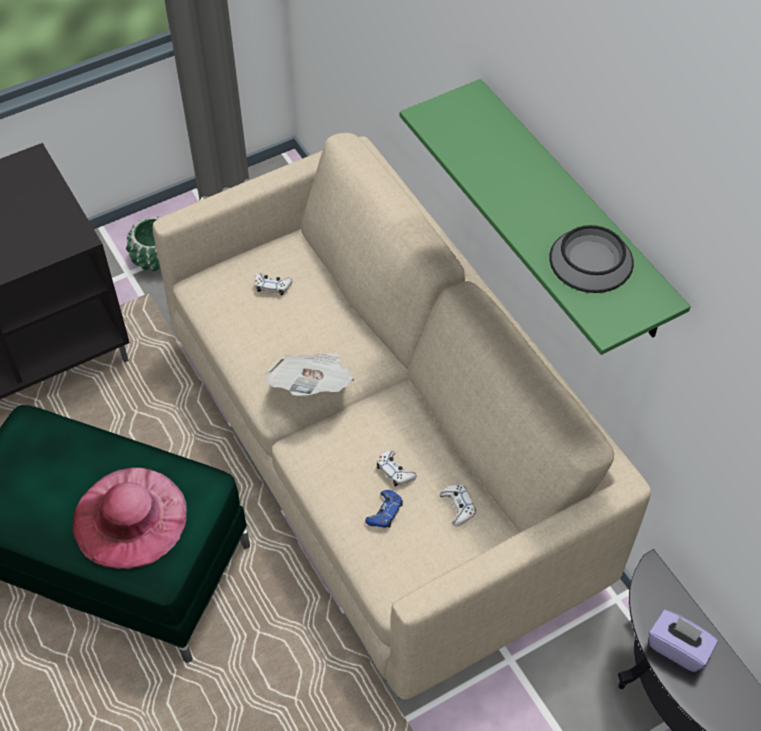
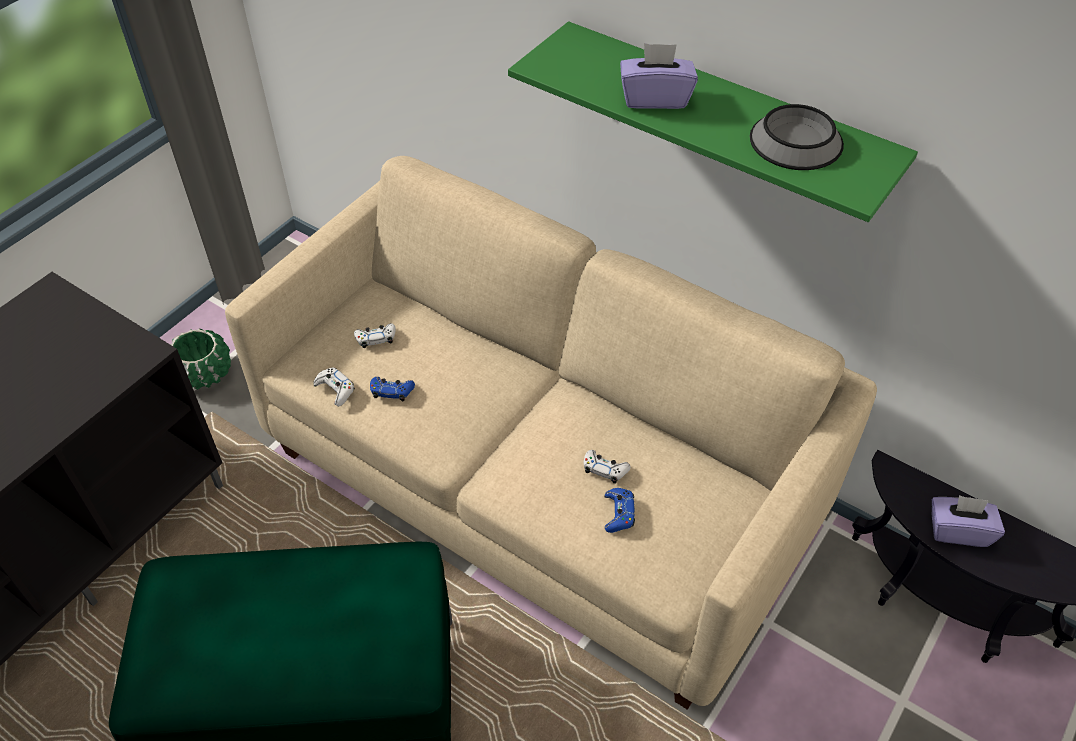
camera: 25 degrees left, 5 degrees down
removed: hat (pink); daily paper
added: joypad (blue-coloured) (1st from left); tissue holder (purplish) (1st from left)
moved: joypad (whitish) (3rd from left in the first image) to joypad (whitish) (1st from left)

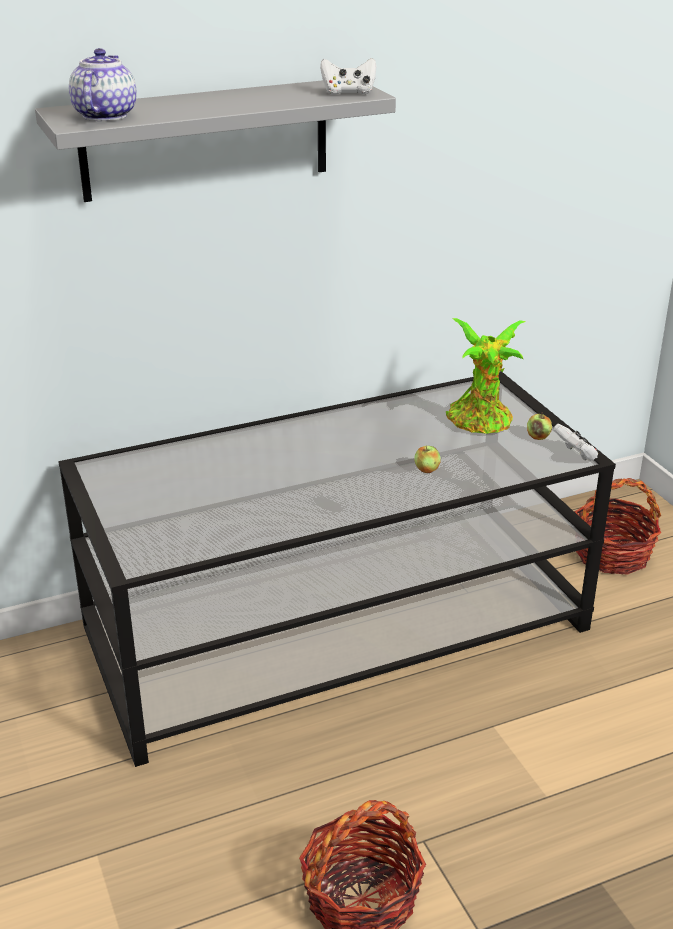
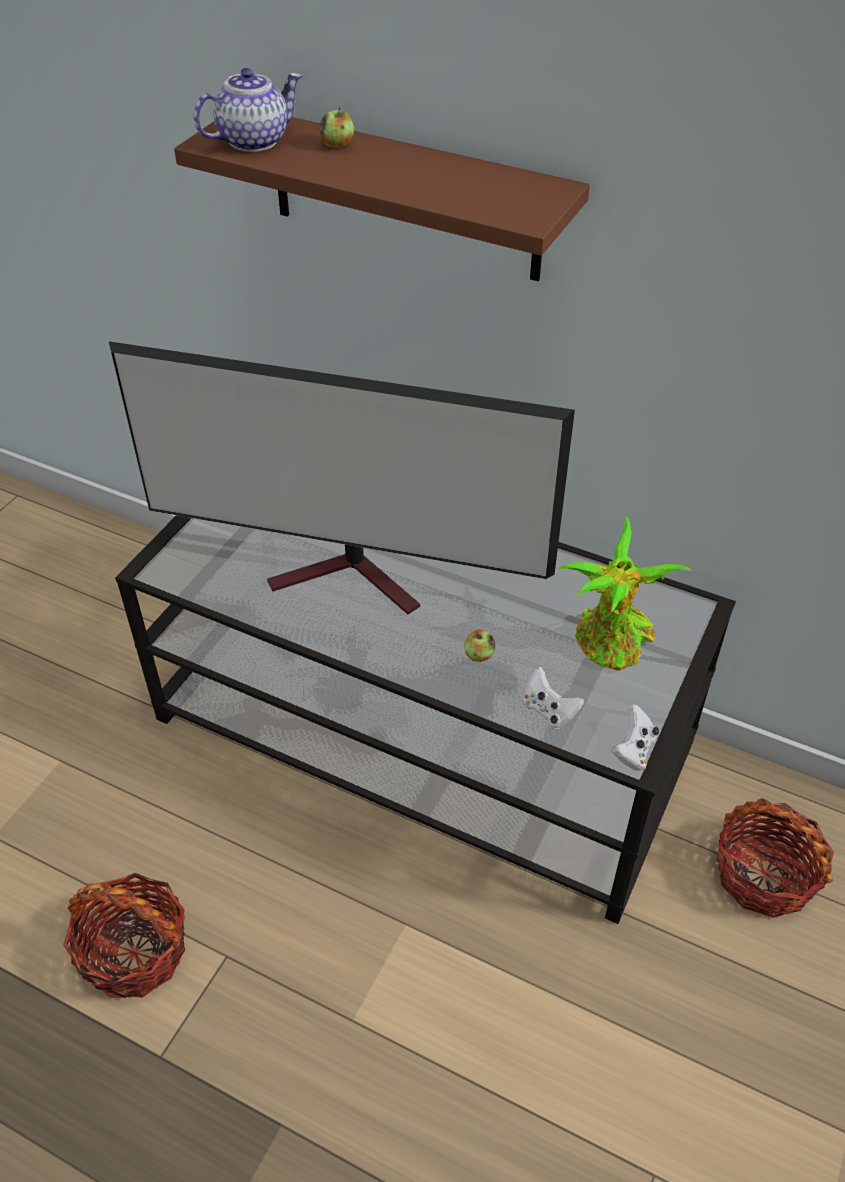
camera: 50 degrees right, 15 degrees up
added: television
moved: joypad (whitish) (1st from left); apple (2nd from left in the first image) to apple (1st from left)
recoloured: wall shelf (grey) to wall shelf (brownish)

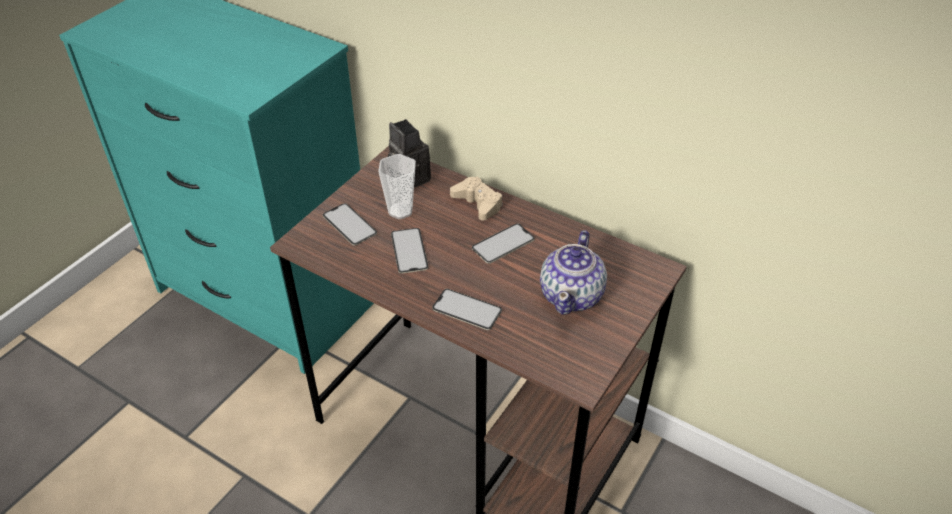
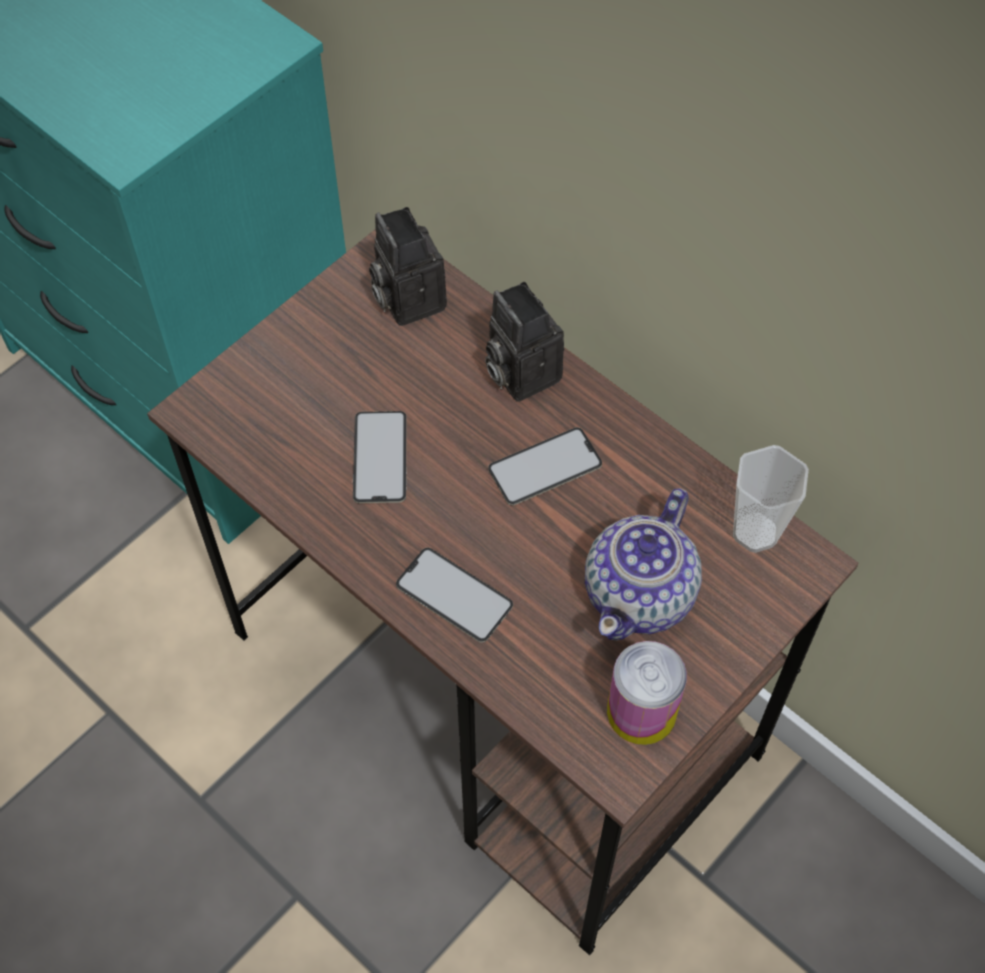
camera: 10 degrees right, 15 degrees up
removed: handset (1st from left)
added: can
moved: small cup
replaced: joypad (beige-coloured) to photo camera (2nd from left)

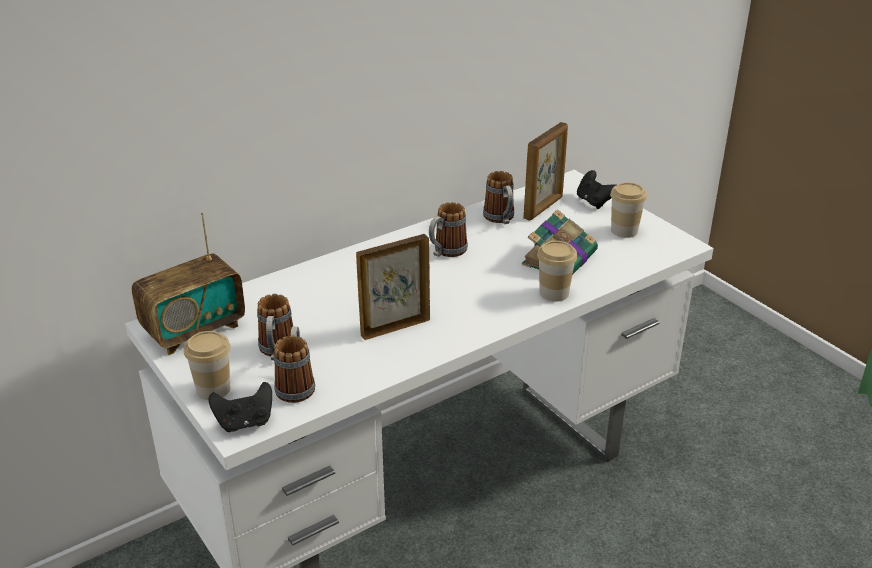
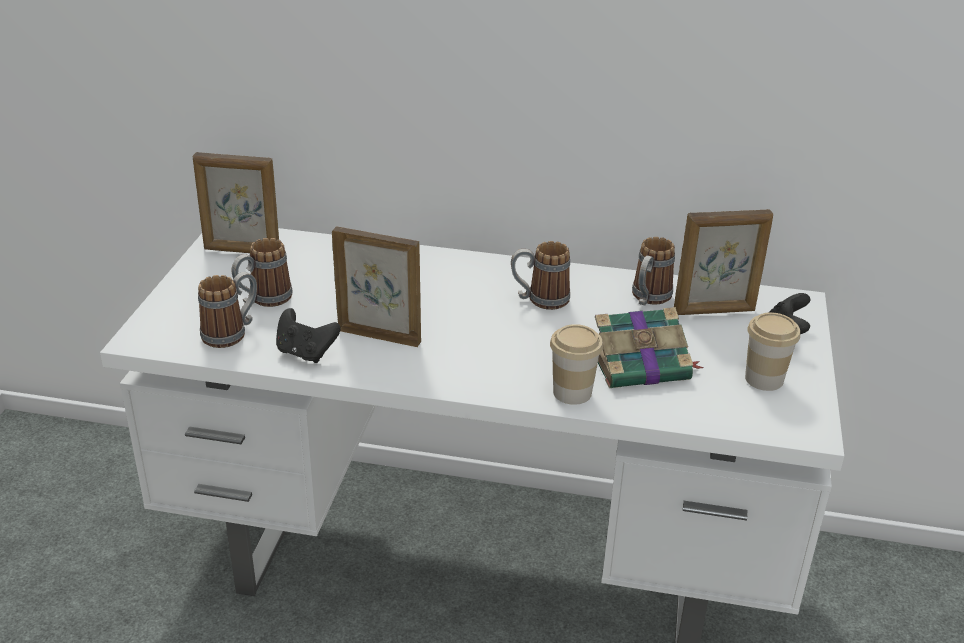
camera: 45 degrees right, 0 degrees up
removed: small cup (1st from left)
moved: joypad (black) (1st from left)
replaced: radio receiver to standing frame (1st from left)

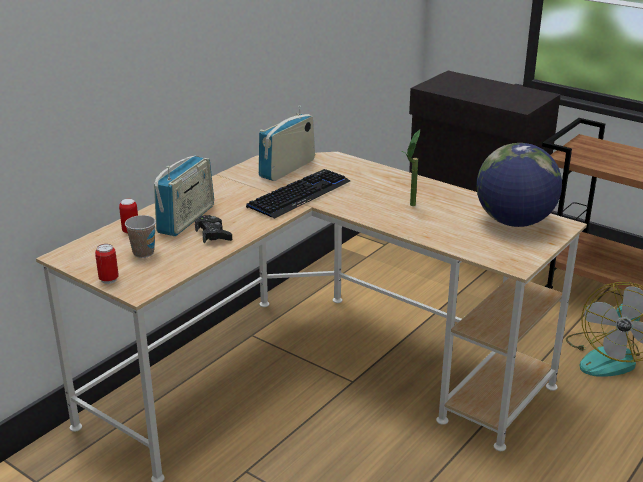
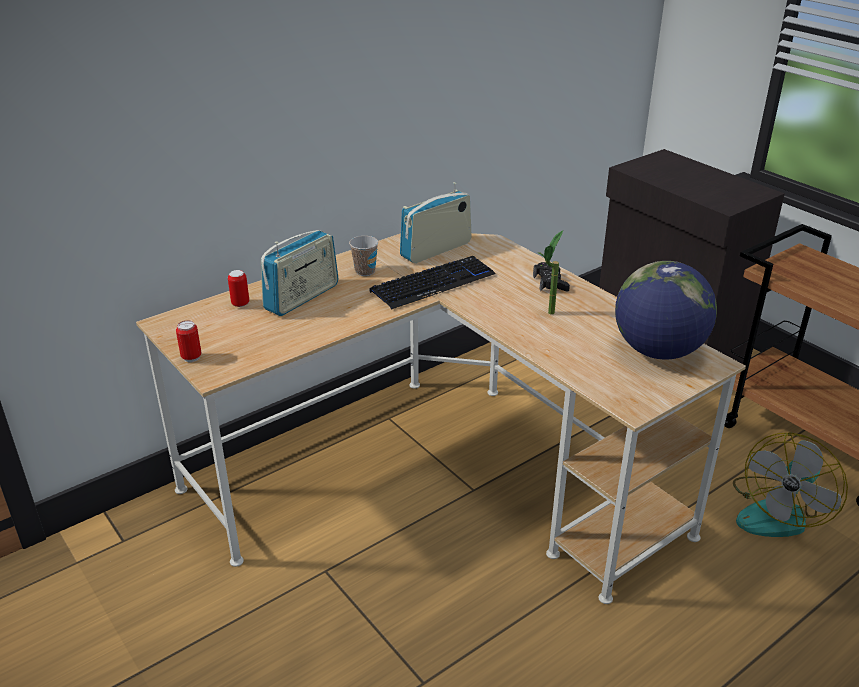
camera: 15 degrees right, 5 degrees up
moved: small cup; joypad (black)

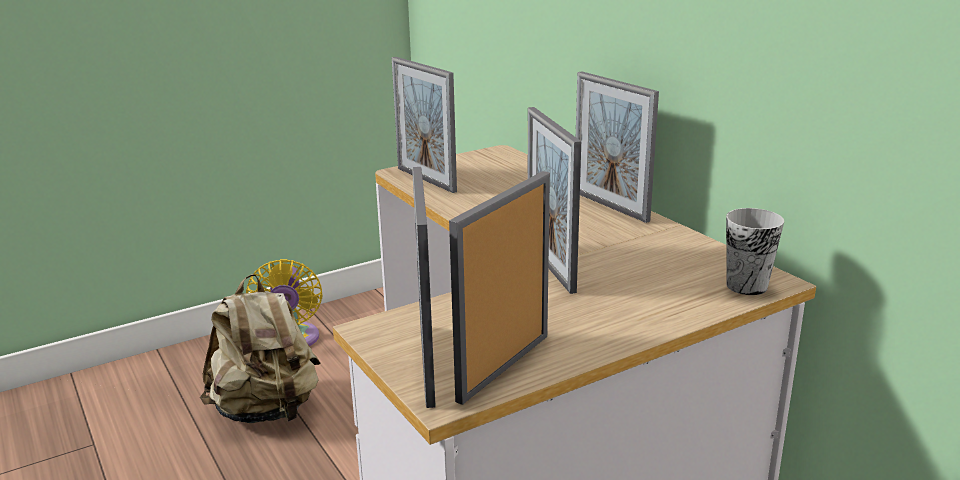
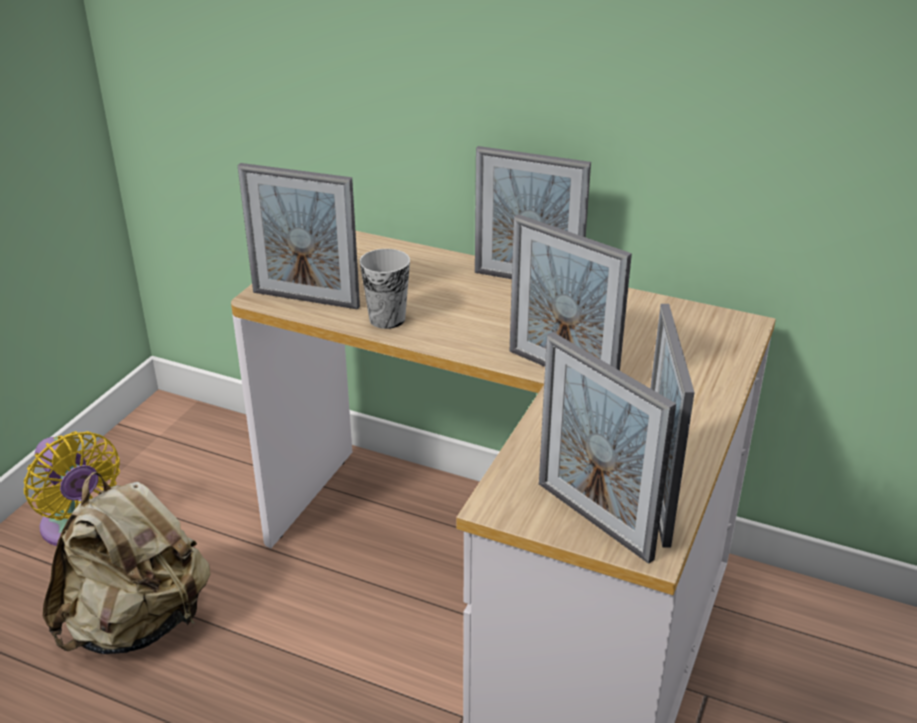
camera: 35 degrees left, 10 degrees up
moved: small cup

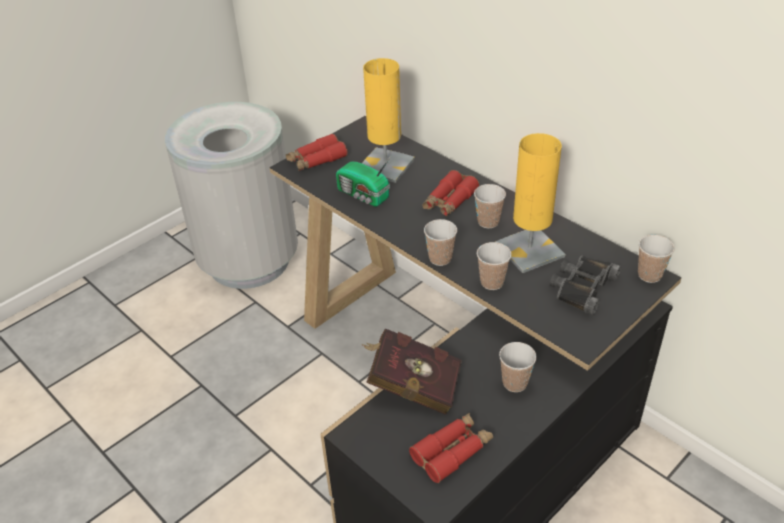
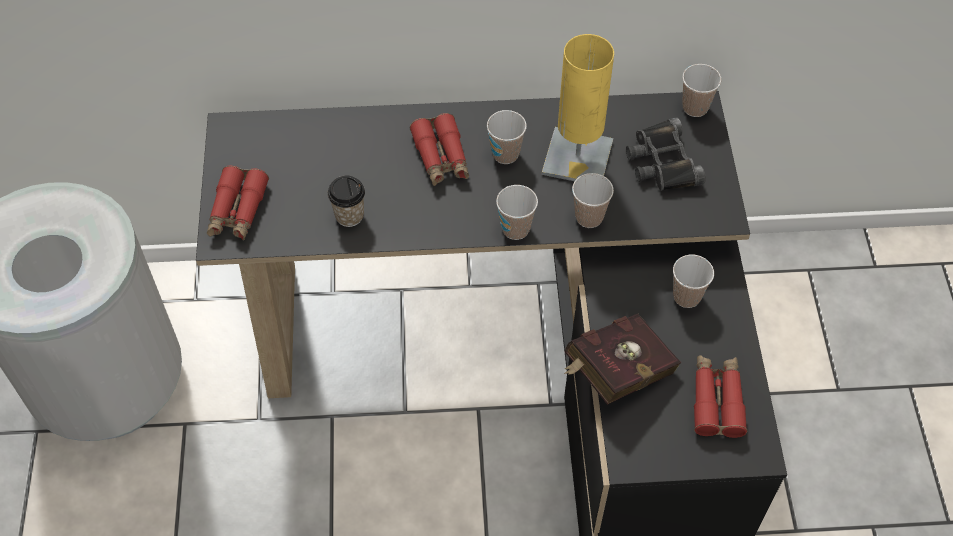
camera: 50 degrees left, 15 degrees up
removed: lamp for a table (yellow-coloured) (1st from left)
replaced: radio receiver to small cup (1st from left)

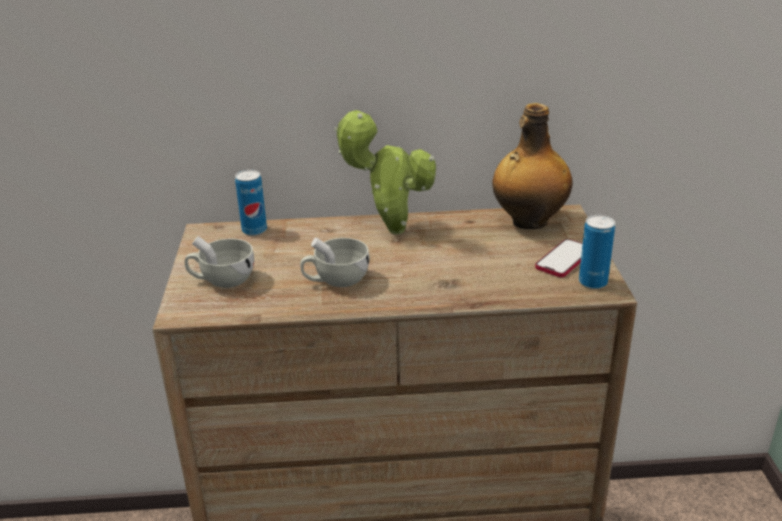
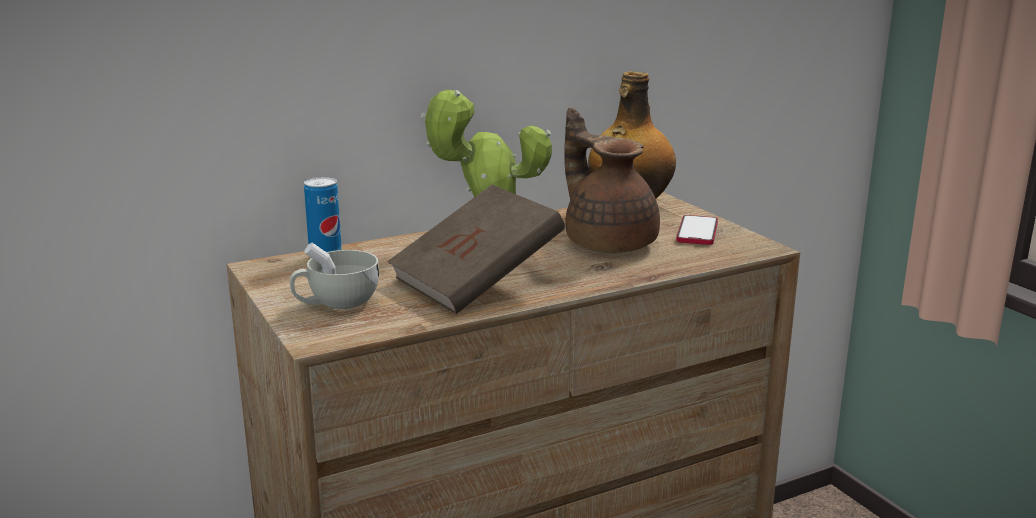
camera: 25 degrees left, 10 degrees down
removed: can (2nd from left)
added: pot for tea (brownish)
replaced: small cup (whitish) (2nd from left) to volume (brownish)

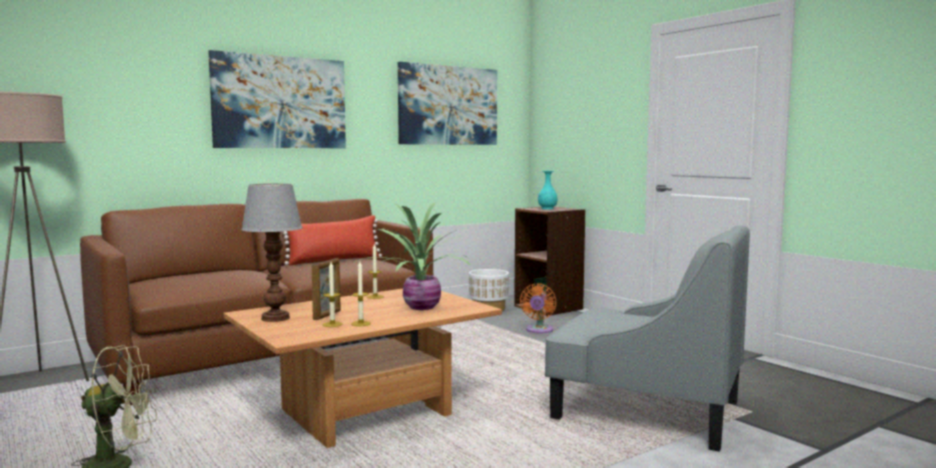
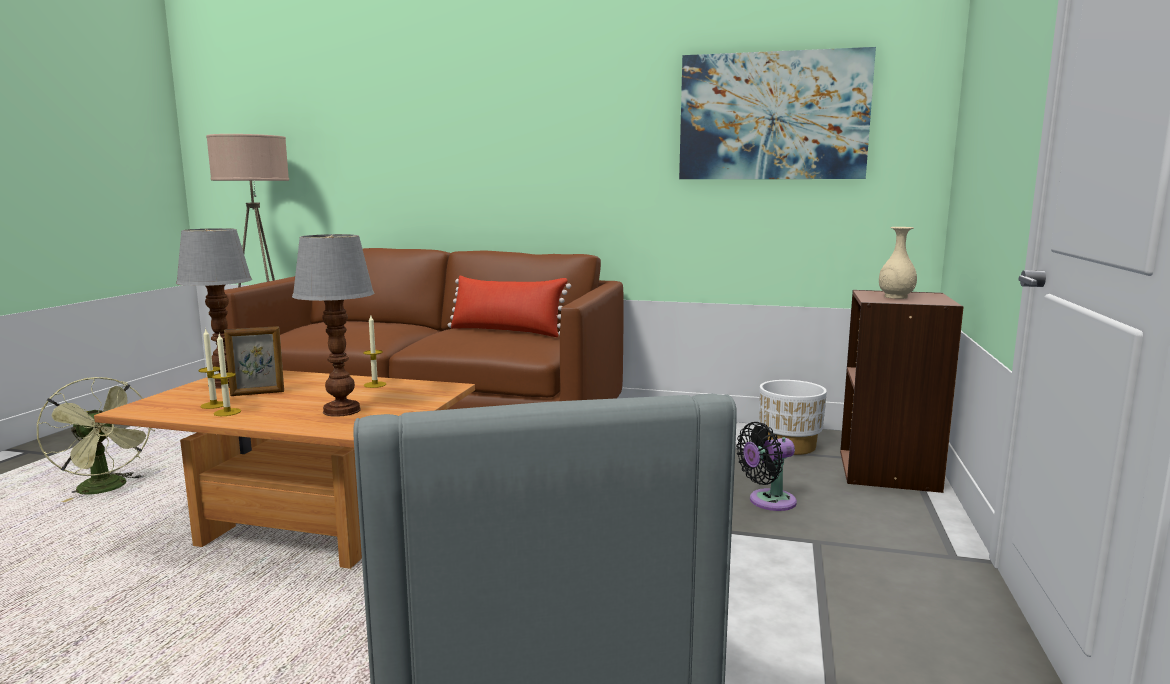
camera: 50 degrees right, 5 degrees up
removed: wall picture (1st from left)
replaced: houseplant to lamp for a table (2nd from left)
recoloured: cooling fan (orange-coloured) to cooling fan (black); decorative vase (blue-green) to decorative vase (beige-coloured)

